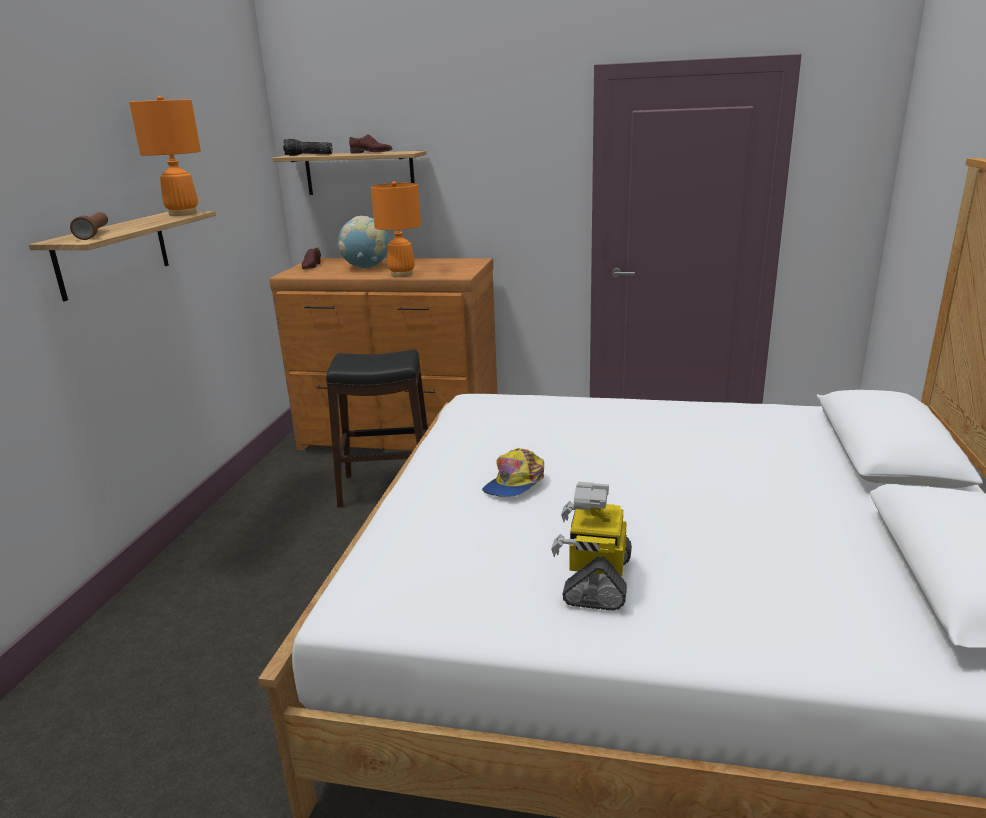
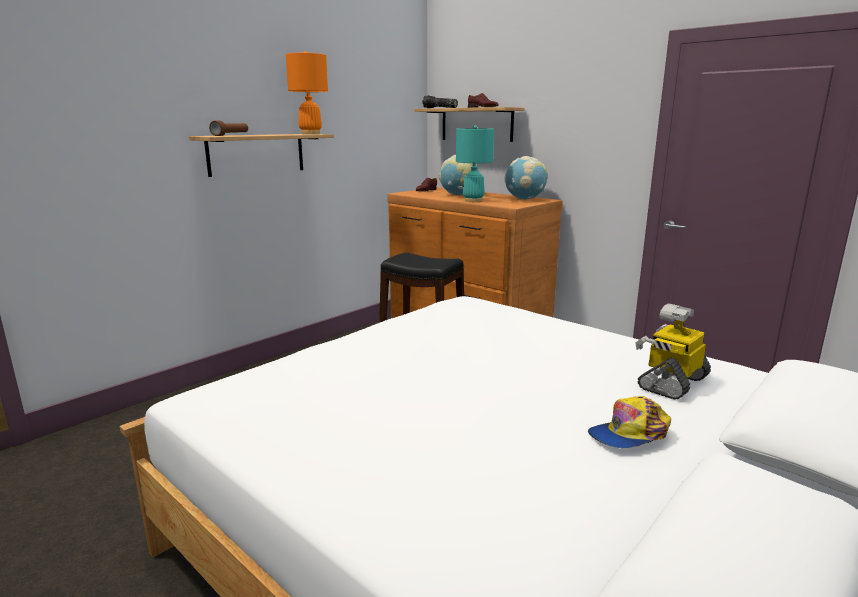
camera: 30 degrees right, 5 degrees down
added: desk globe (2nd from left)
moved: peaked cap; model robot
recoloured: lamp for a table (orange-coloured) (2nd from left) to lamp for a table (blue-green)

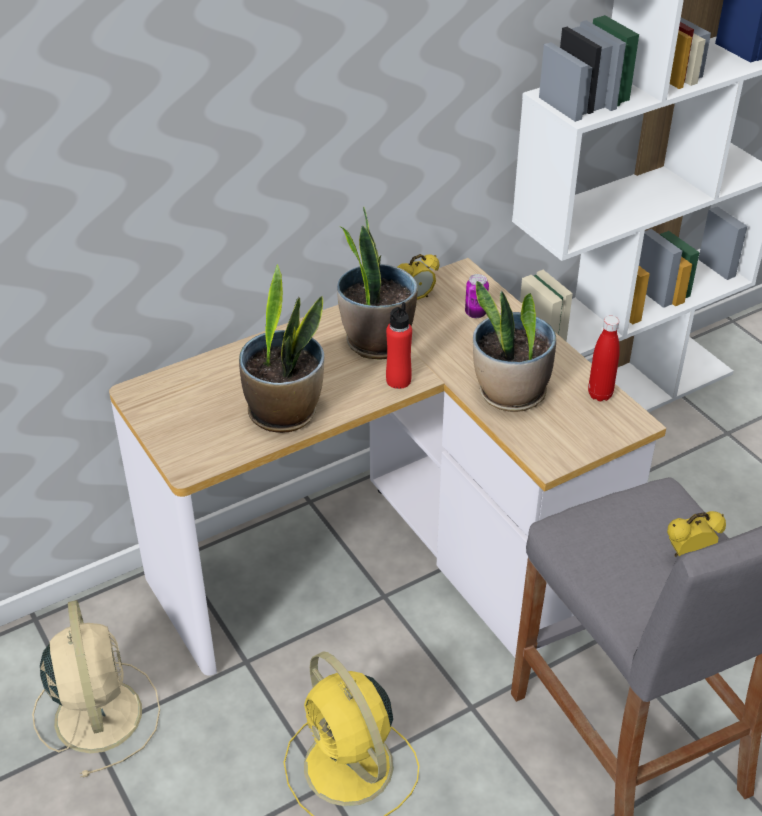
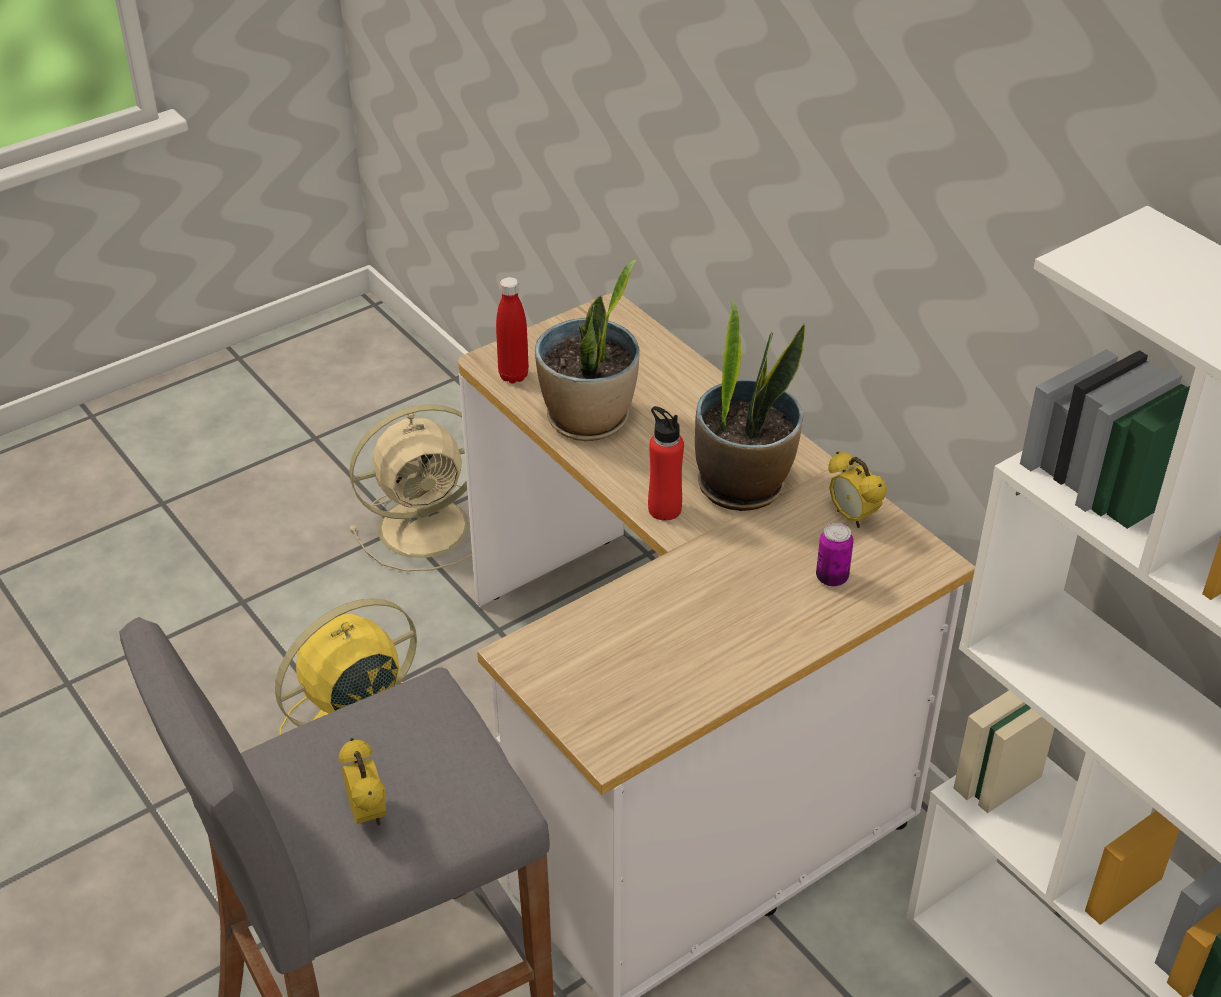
camera: 85 degrees right, 0 degrees up
removed: houseplant (3rd from left)
moved: bottle (reddish) (2nd from left in the first image) to bottle (reddish) (1st from left)

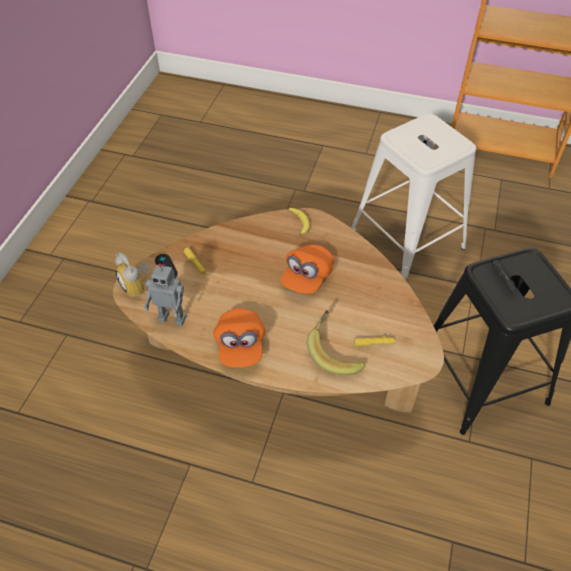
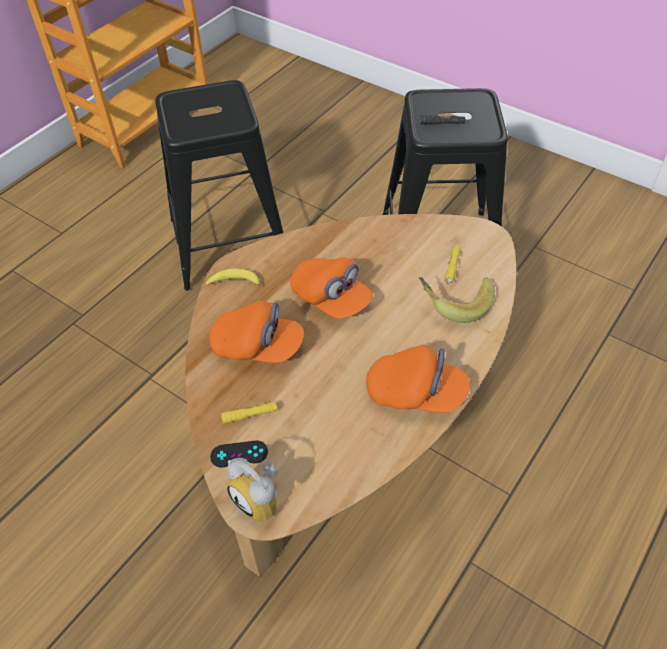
camera: 70 degrees left, 0 degrees up
removed: model robot
added: peaked cap (orange-coloured) (1st from left)
recoloured: stool (whitish) to stool (black) (1st from left)
turned: bedside clock 60 degrees clockwise

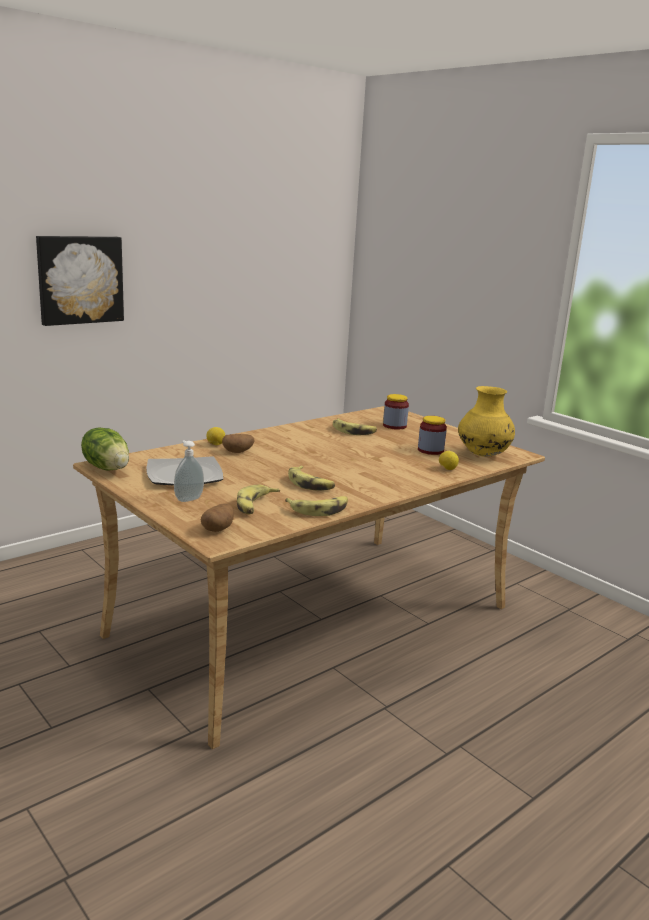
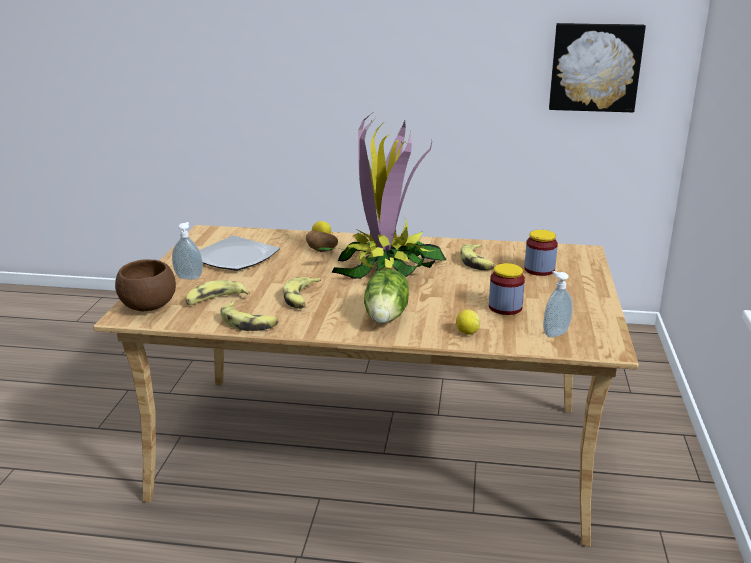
camera: 50 degrees right, 5 degrees up
added: houseplant
moved: wall picture; lettuce head
replaced: whole potato (1st from left) to deep dish (brownish); decorative vase (yellow-coloured) to liquid soap bottle (2nd from left)

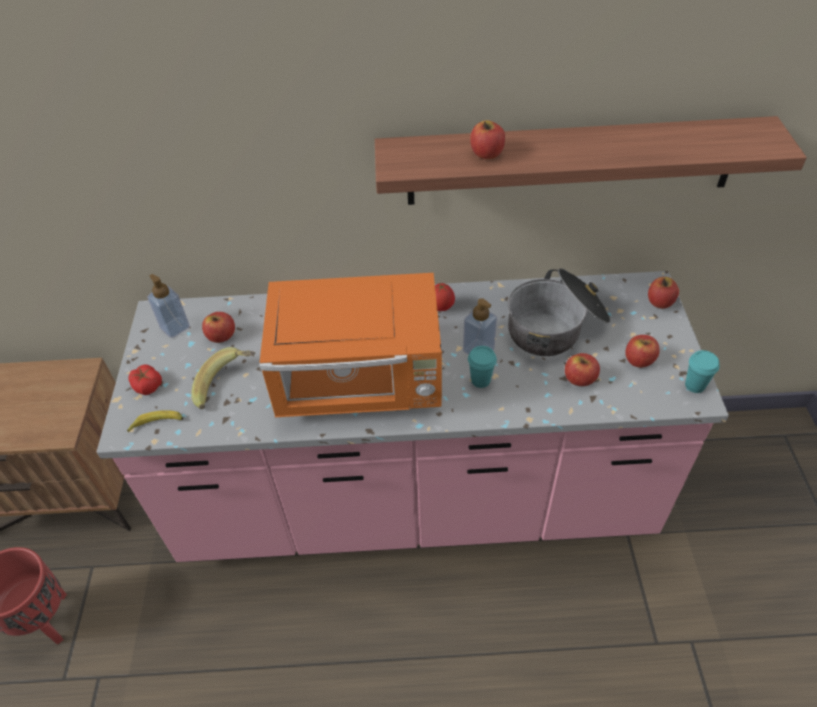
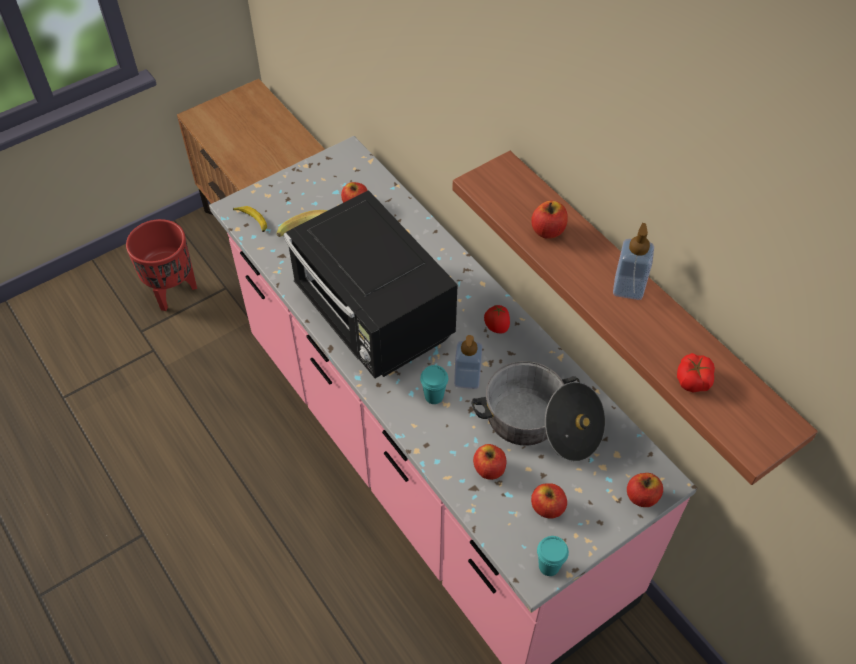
camera: 55 degrees right, 5 degrees up
moved: fresh tomato (1st from left in the first image) to fresh tomato (2nd from left); liquid soap bottle (1st from left in the first image) to liquid soap bottle (2nd from left)
recoloured: microwave oven (orange-coloured) to microwave oven (black)

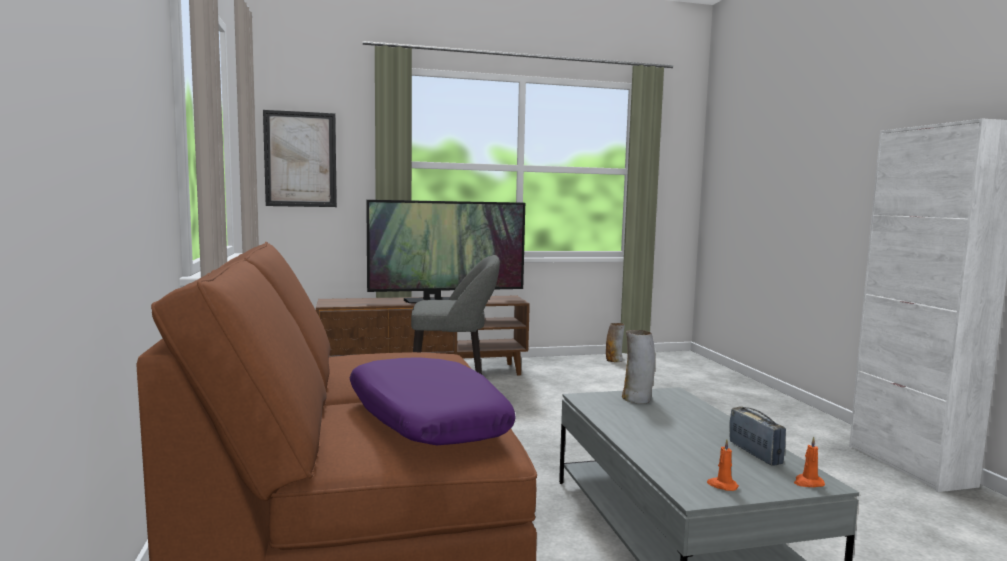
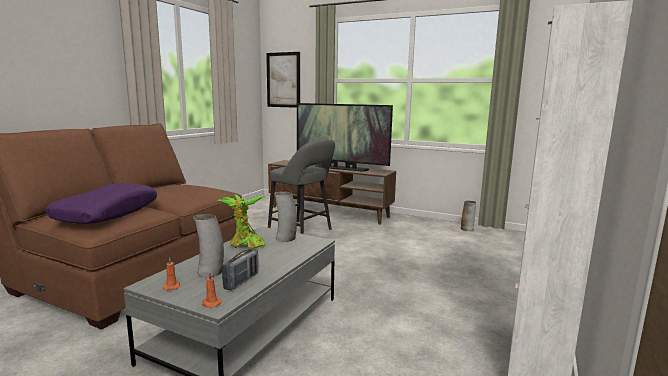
camera: 40 degrees right, 5 degrees up
added: decorative vase (1st from left); houseplant

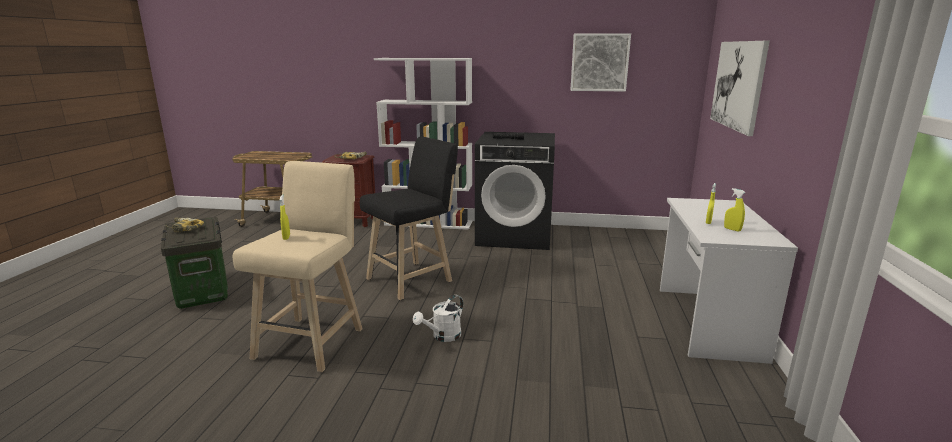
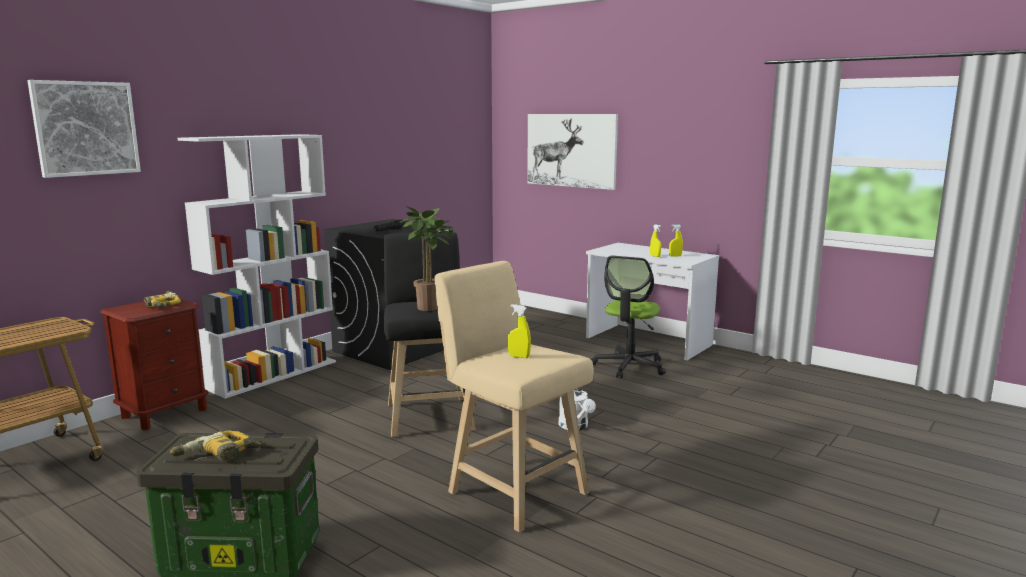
camera: 60 degrees left, 5 degrees down
added: houseplant; office chair
moved: wall picture (1st from left)

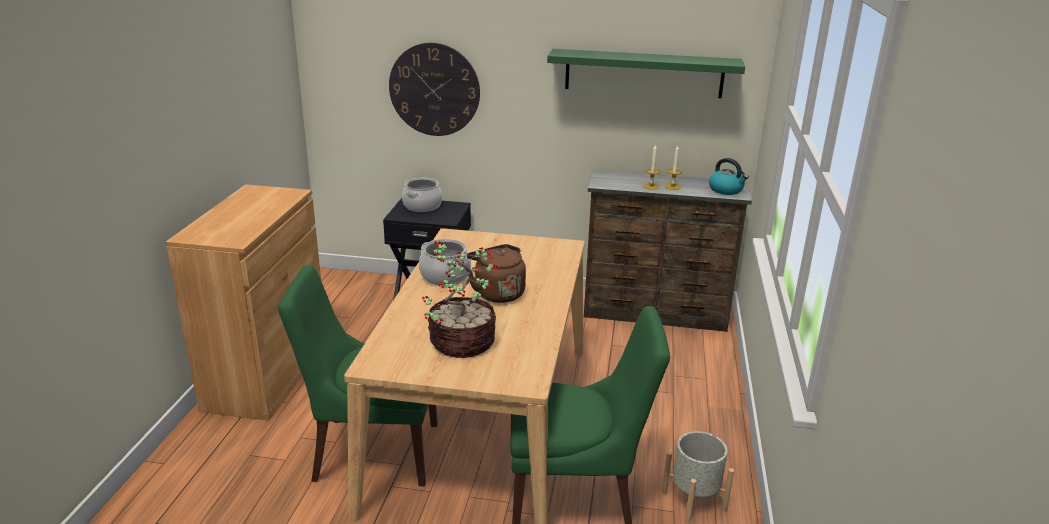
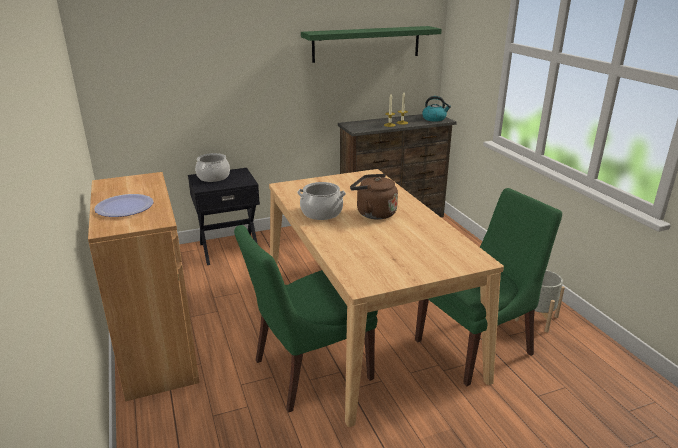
camera: 30 degrees left, 0 degrees up
removed: clock on the wall; houseplant
added: flat dish

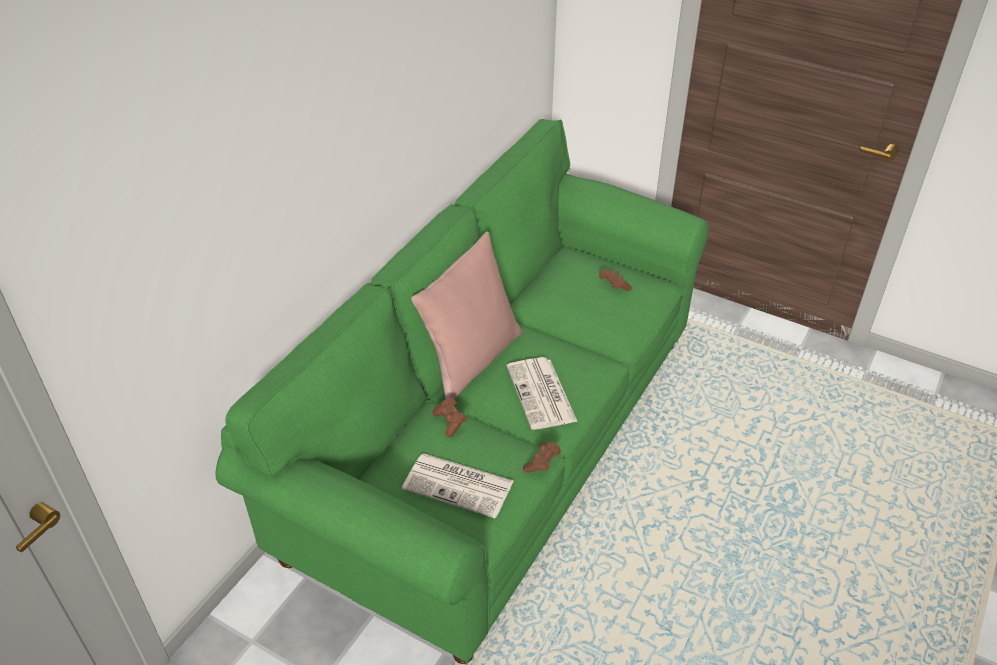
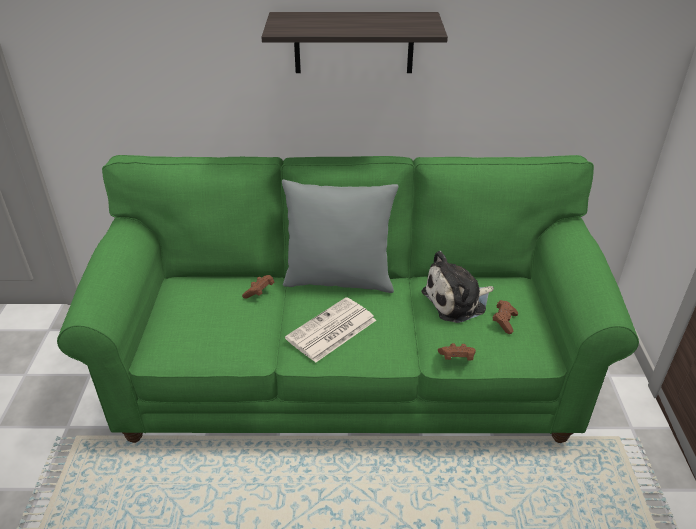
camera: 60 degrees right, 5 degrees down
removed: daily paper (1st from left)
added: wall shelf; soft toy
moved: joypad (brownish) (2nd from left)
recoloured: pillow (pink) to pillow (grey)

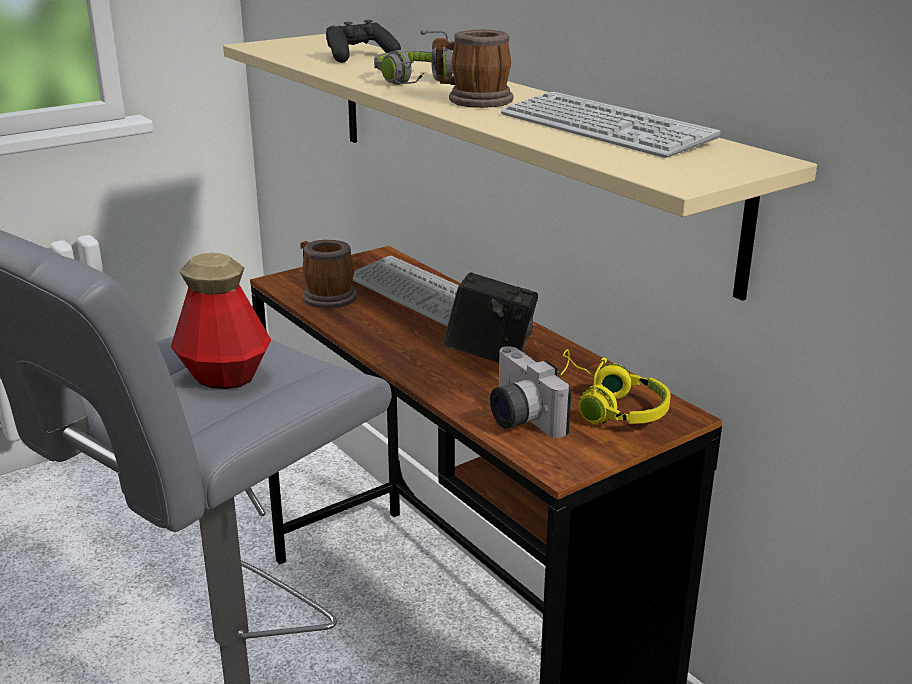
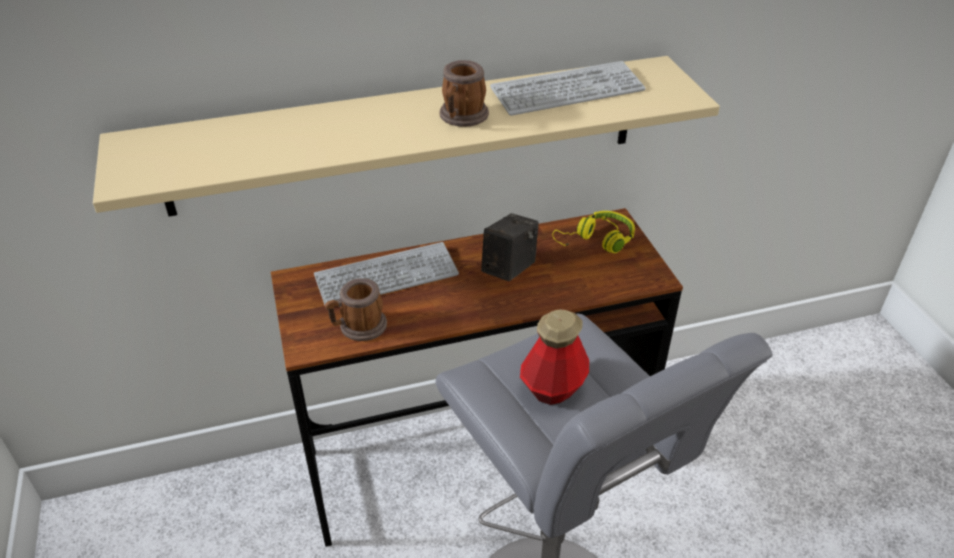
camera: 70 degrees left, 15 degrees up
removed: joypad (black); headphones (grey); photo camera (2nd from left)

